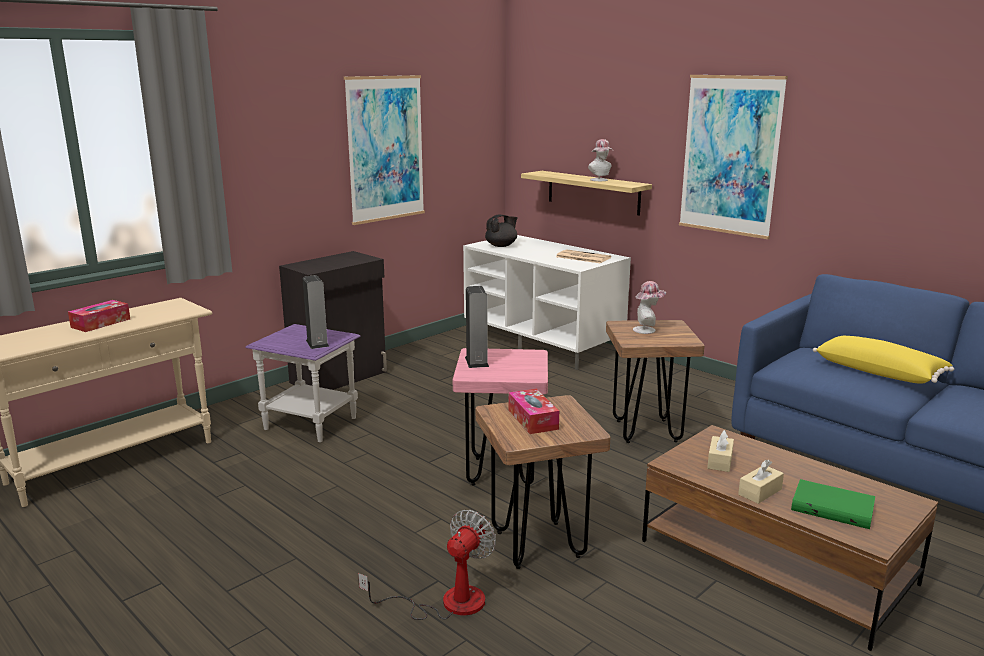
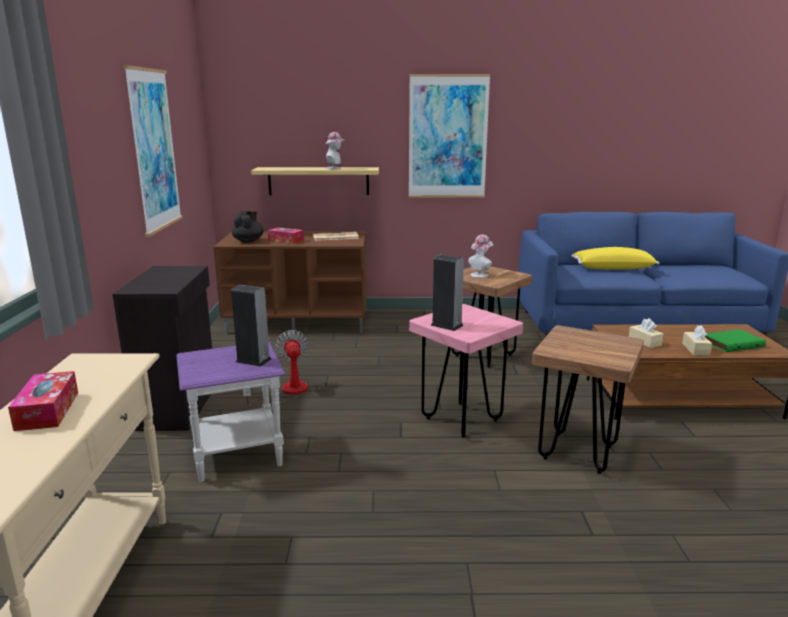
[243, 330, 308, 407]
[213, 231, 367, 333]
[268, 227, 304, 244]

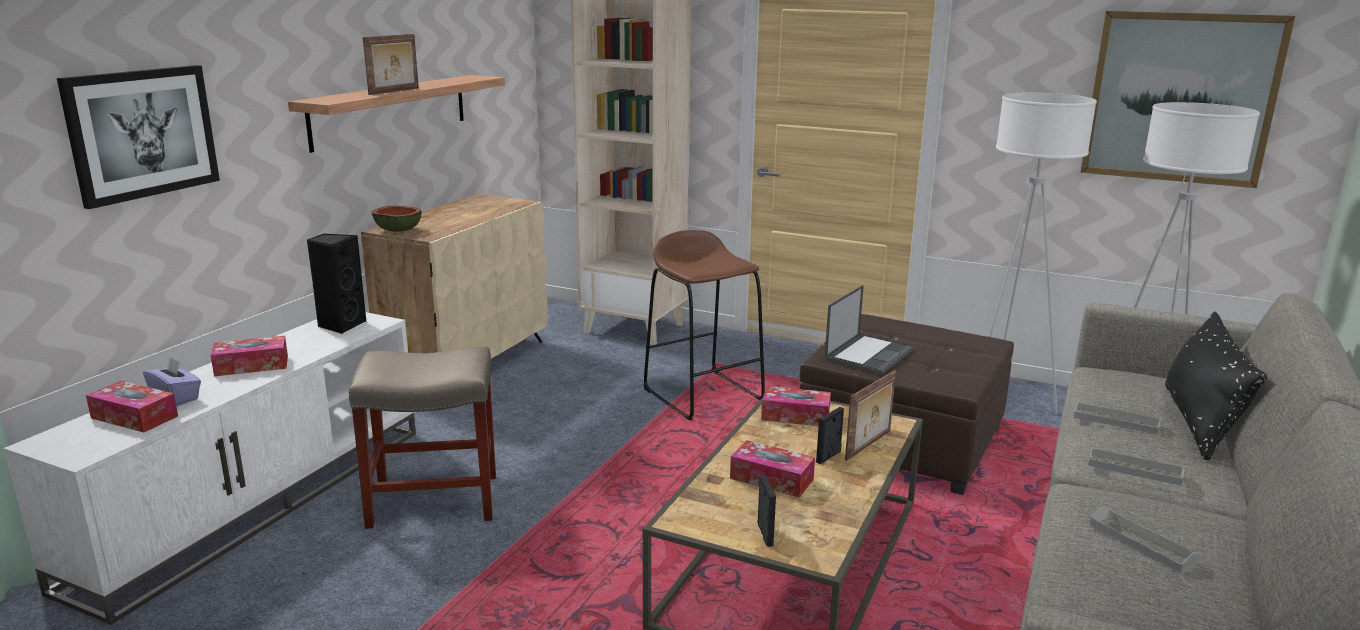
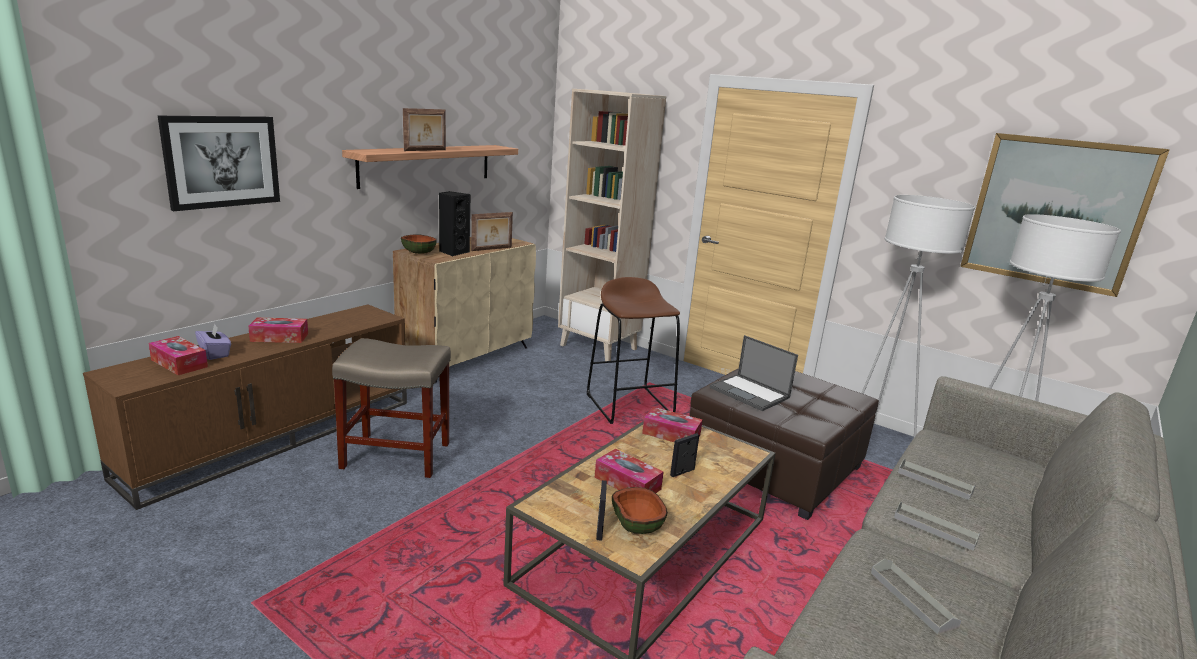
[83, 304, 407, 510]
[439, 191, 471, 256]
[709, 335, 798, 411]
[471, 212, 513, 251]
[1165, 312, 1267, 460] (first image)
[612, 487, 668, 534]

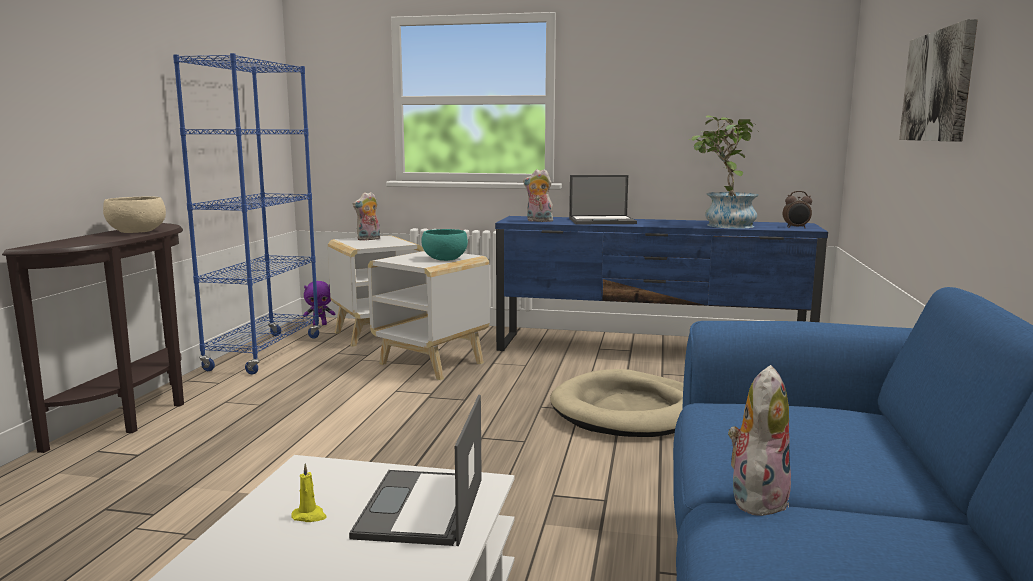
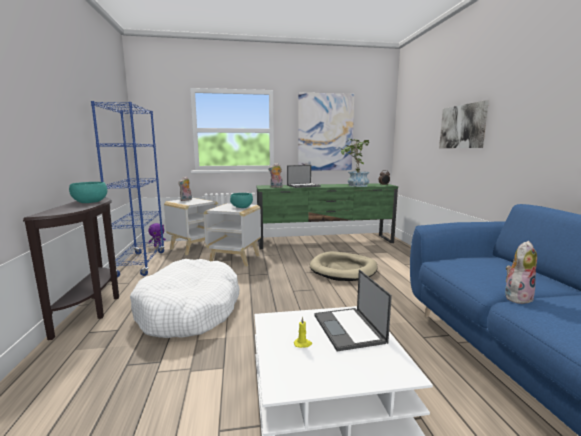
[69, 182, 107, 203]
[256, 183, 398, 249]
[505, 241, 537, 304]
[130, 259, 240, 338]
[298, 92, 355, 170]

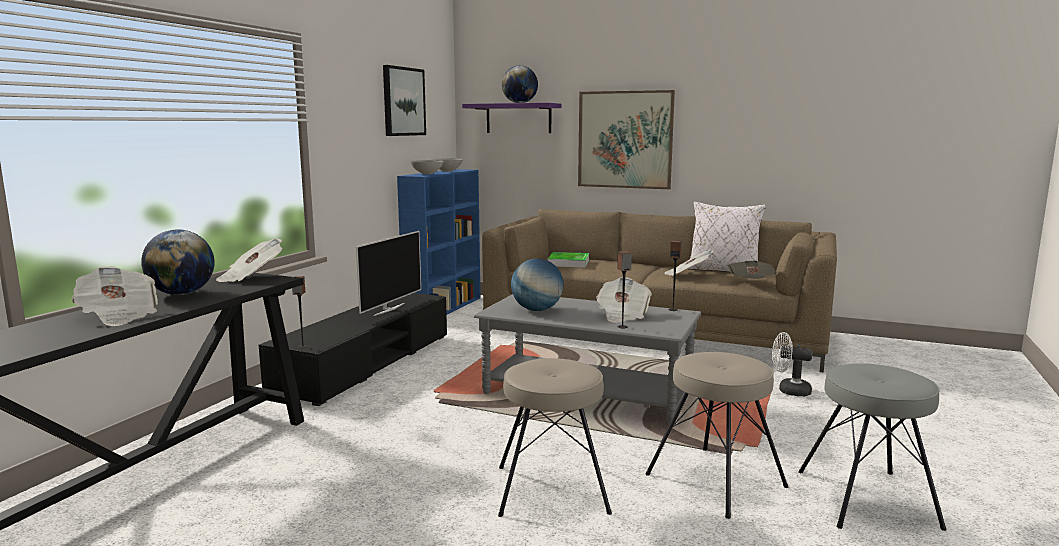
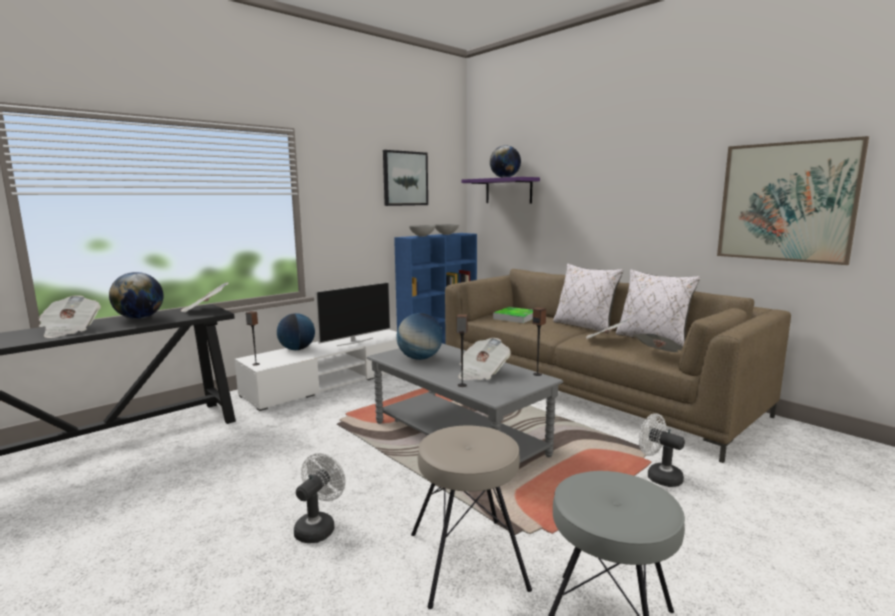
[235, 329, 399, 411]
[294, 453, 345, 543]
[717, 136, 869, 265]
[277, 313, 315, 350]
[553, 264, 623, 333]

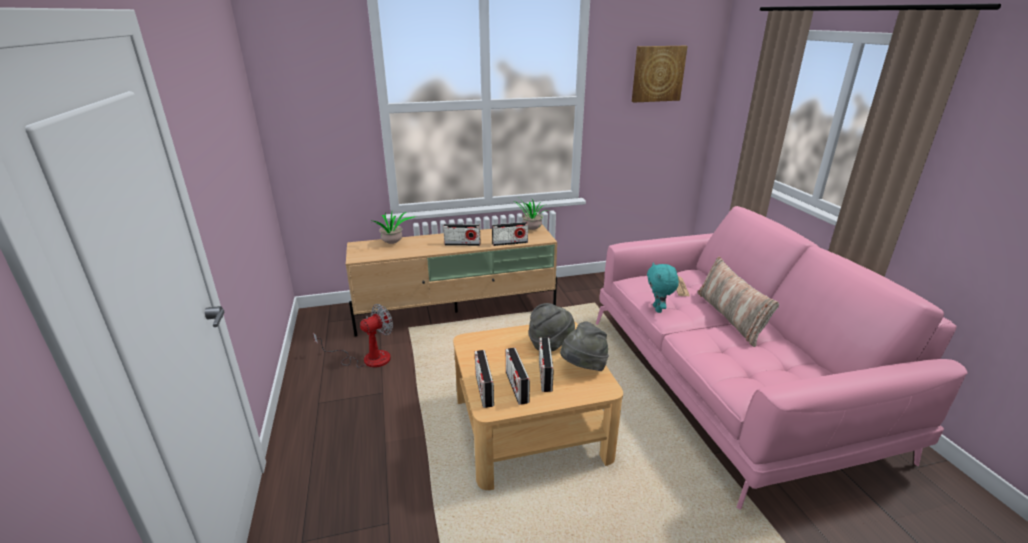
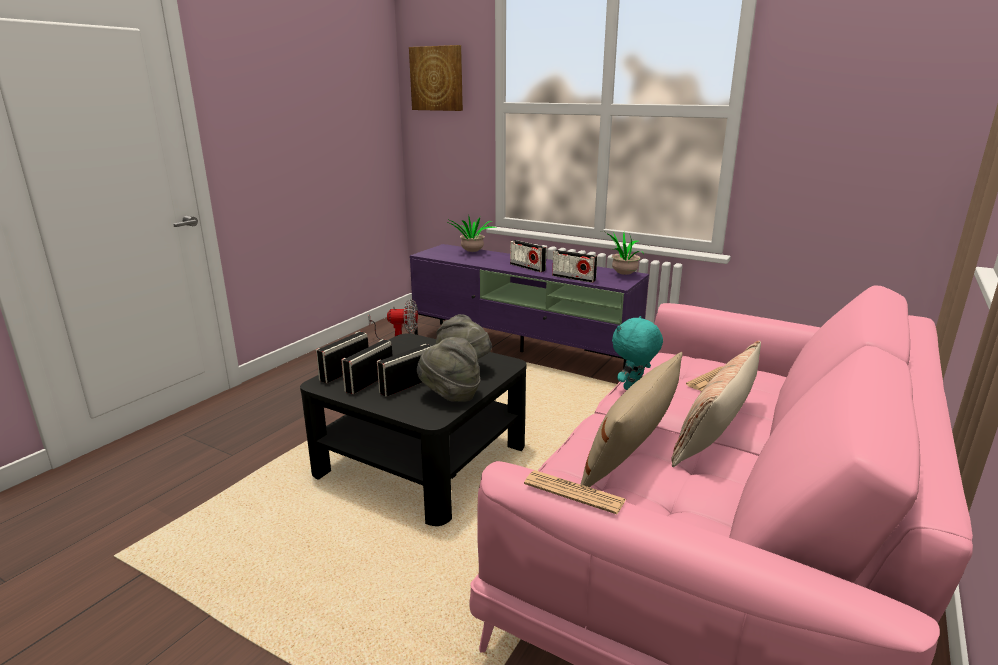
[410, 244, 649, 368]
[300, 333, 527, 526]
[409, 45, 463, 111]
[524, 470, 626, 514]
[580, 352, 682, 487]

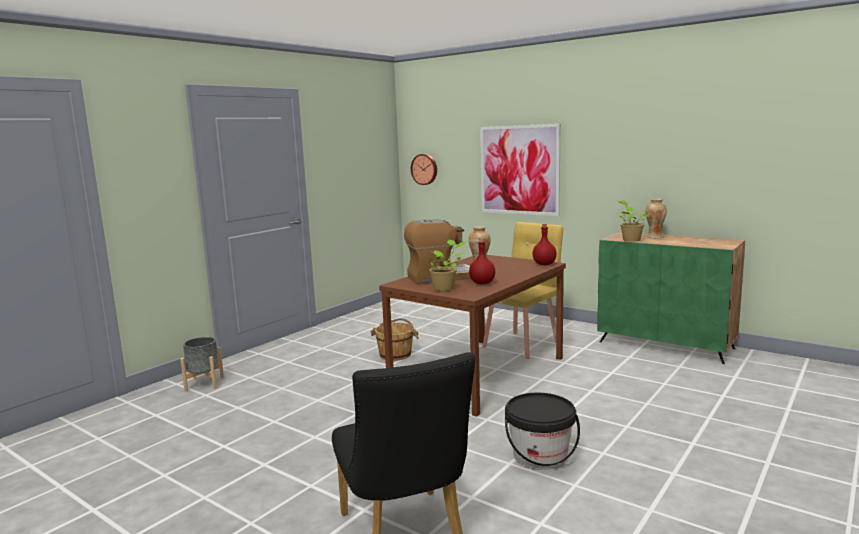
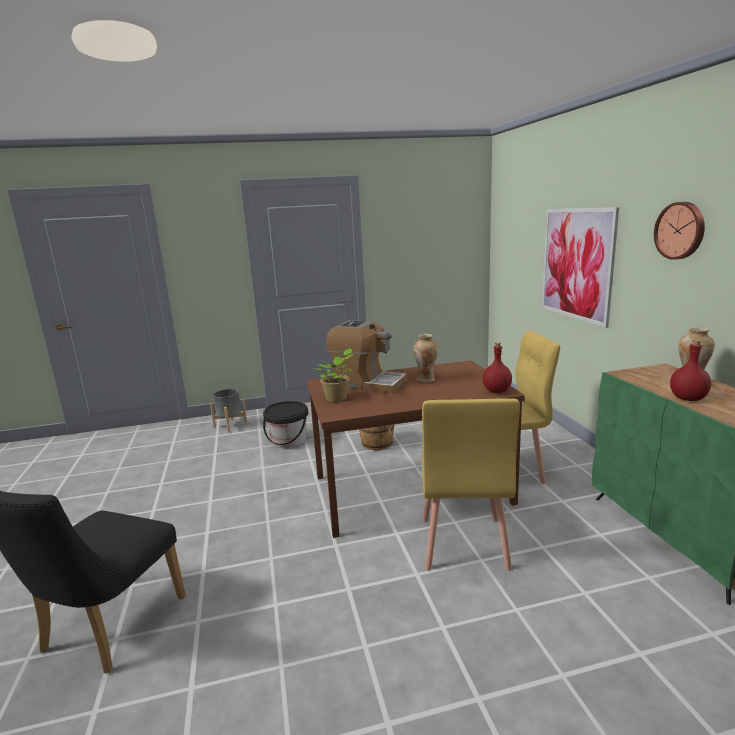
[654, 202, 705, 260]
[670, 339, 711, 401]
[263, 401, 308, 448]
[619, 200, 648, 242] (first image)
[422, 398, 520, 571]

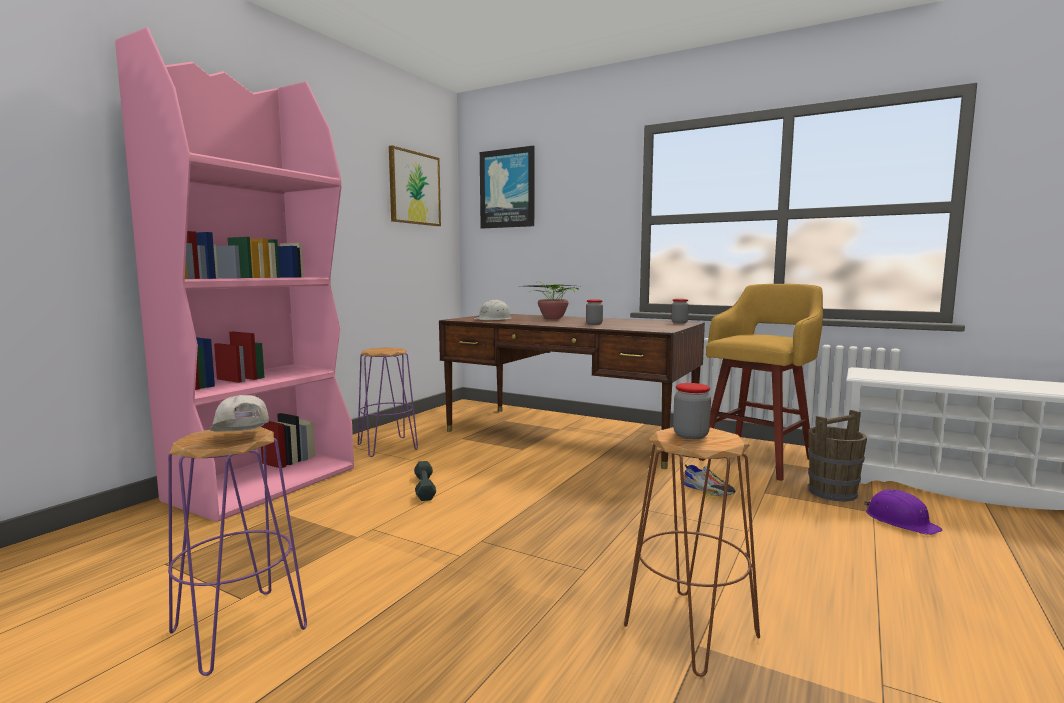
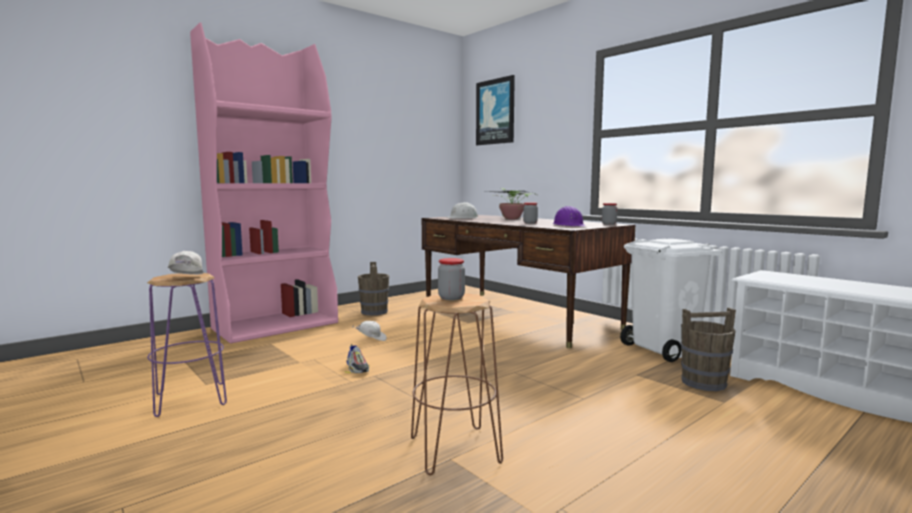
[358, 262, 389, 315]
[389, 145, 441, 226] (first image)
[353, 321, 387, 341]
[346, 344, 370, 374]
[620, 239, 722, 362]
[553, 206, 585, 226]

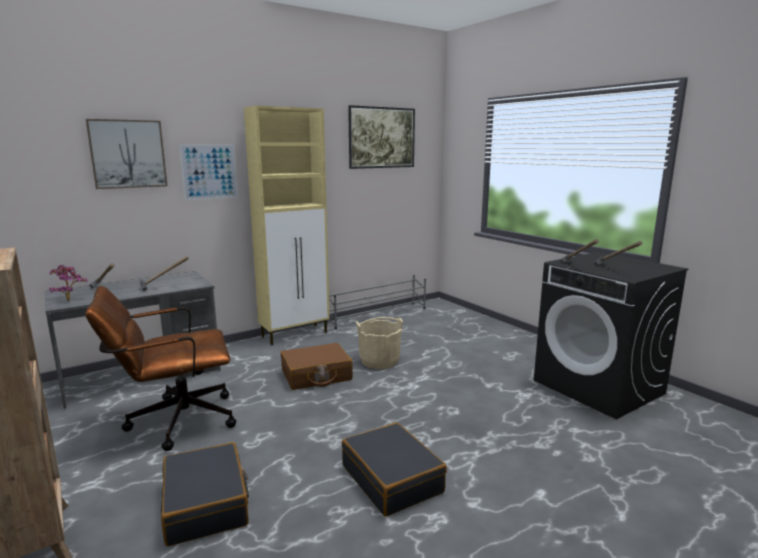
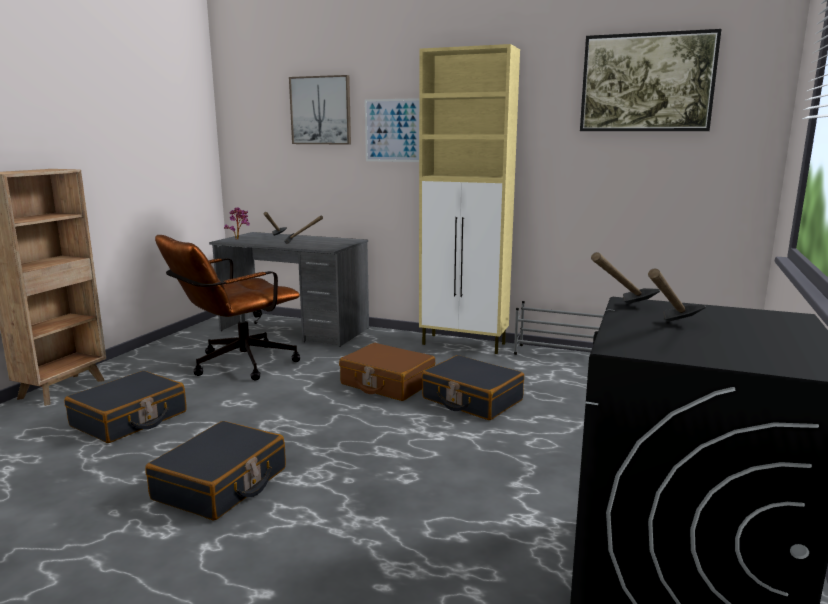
[155, 235, 300, 381]
[422, 355, 524, 420]

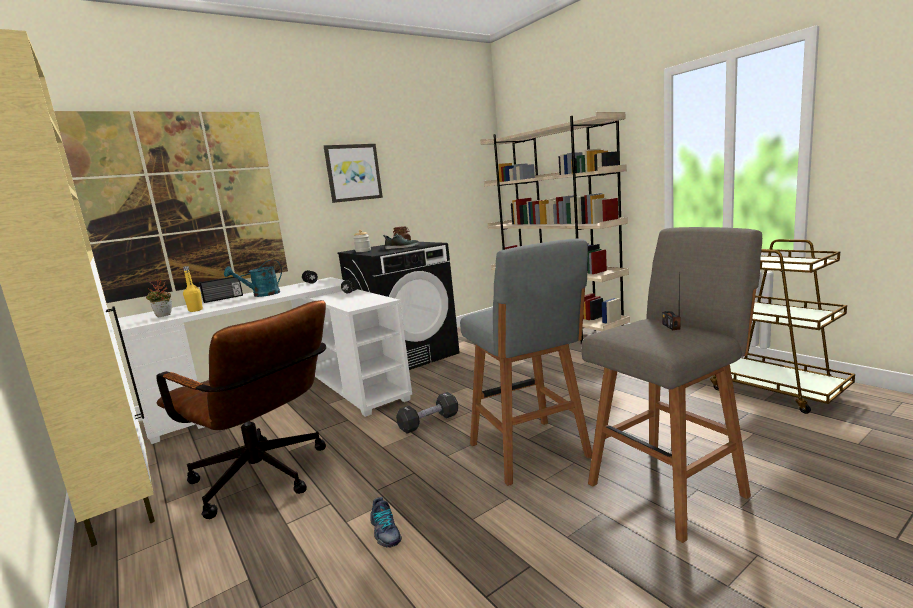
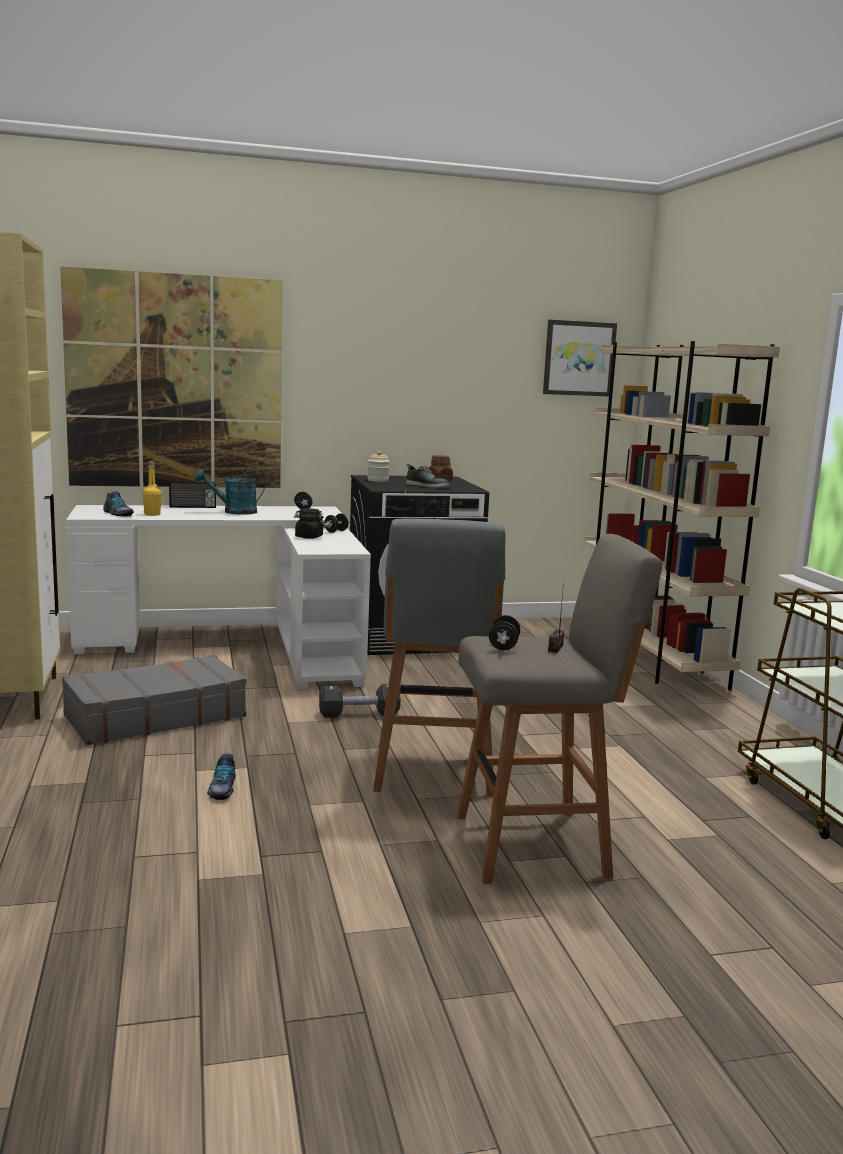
[103, 491, 134, 516]
[62, 655, 246, 745]
[543, 320, 617, 396]
[294, 508, 324, 539]
[489, 615, 520, 650]

